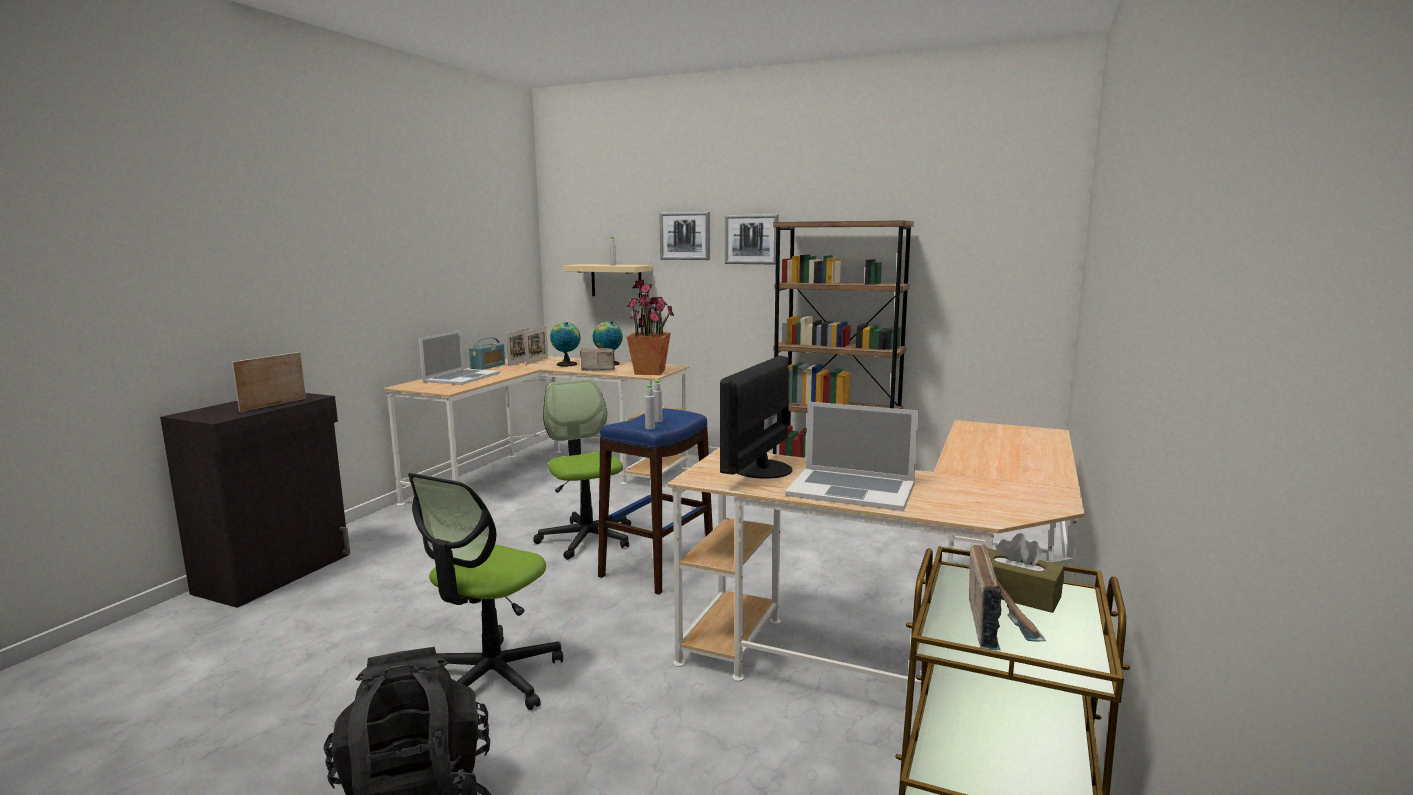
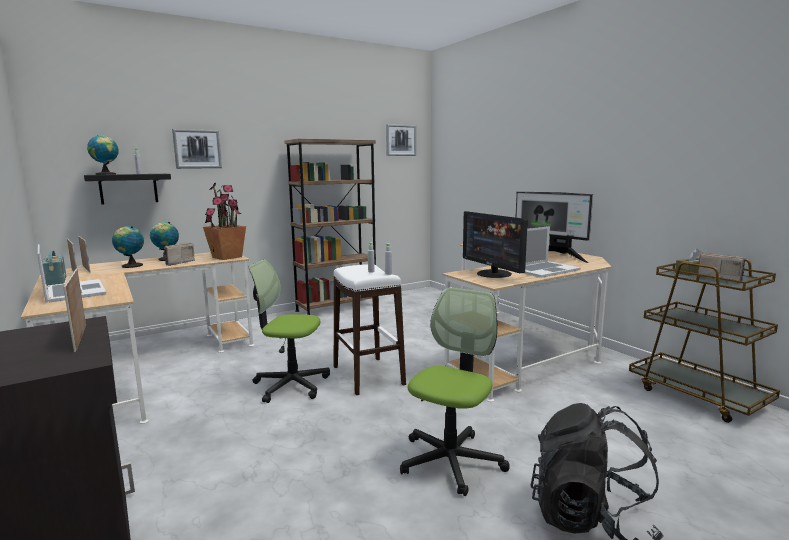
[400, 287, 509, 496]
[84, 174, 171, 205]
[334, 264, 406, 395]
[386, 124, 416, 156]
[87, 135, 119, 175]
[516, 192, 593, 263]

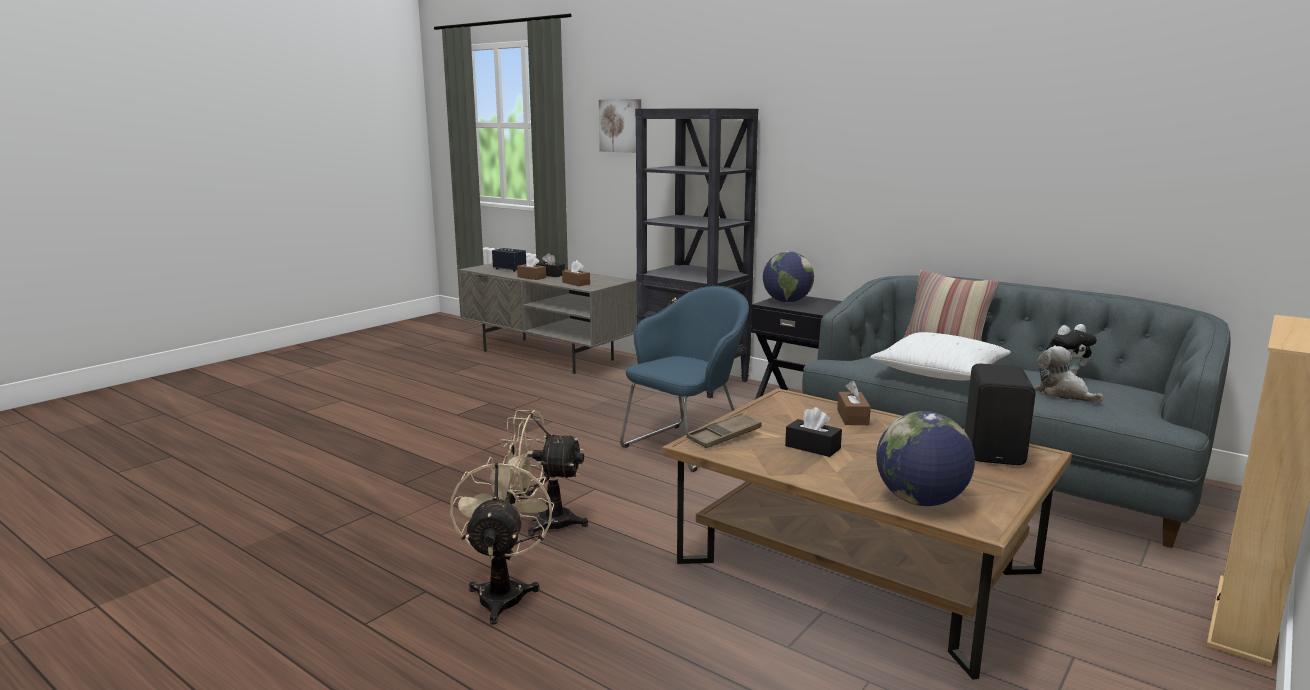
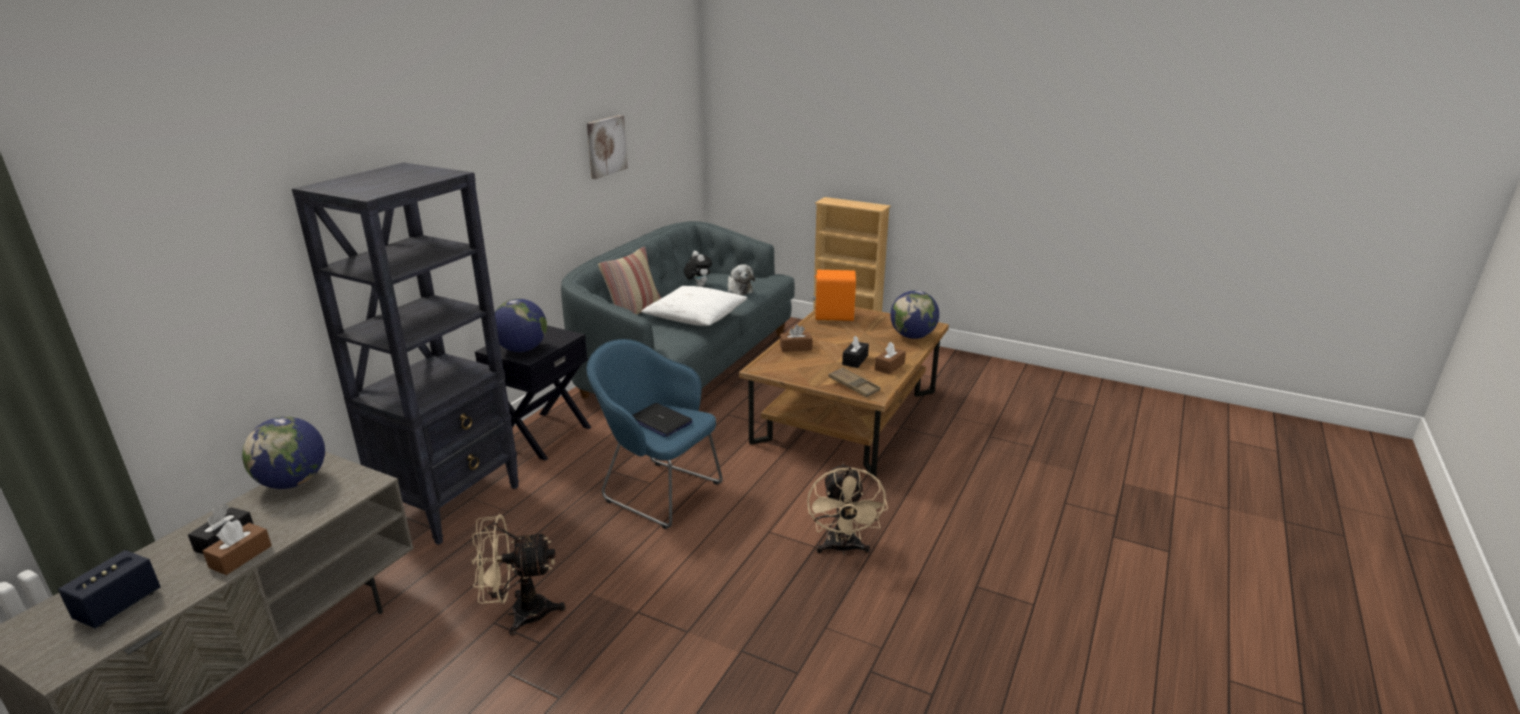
[471, 514, 565, 636]
[875, 342, 906, 374]
[587, 115, 628, 179]
[812, 270, 856, 321]
[727, 264, 755, 295]
[242, 417, 325, 489]
[632, 403, 693, 437]

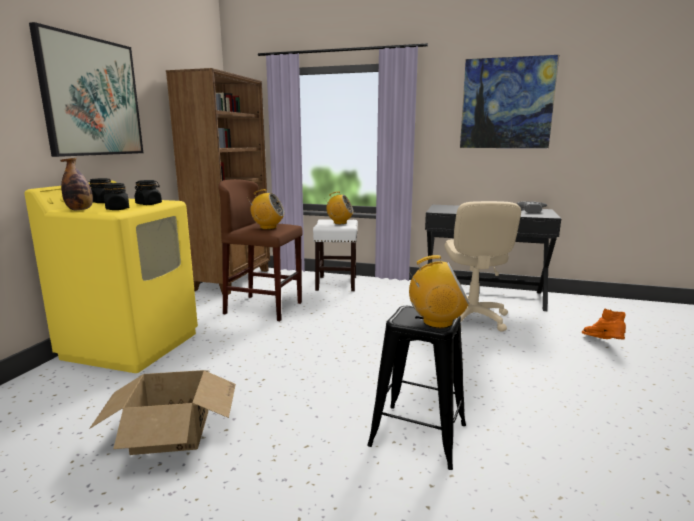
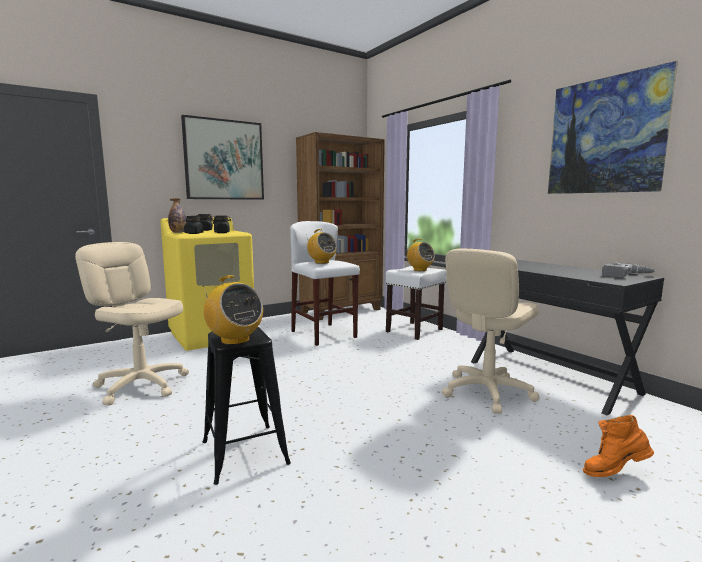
[75, 242, 189, 405]
[290, 221, 360, 346]
[583, 415, 654, 477]

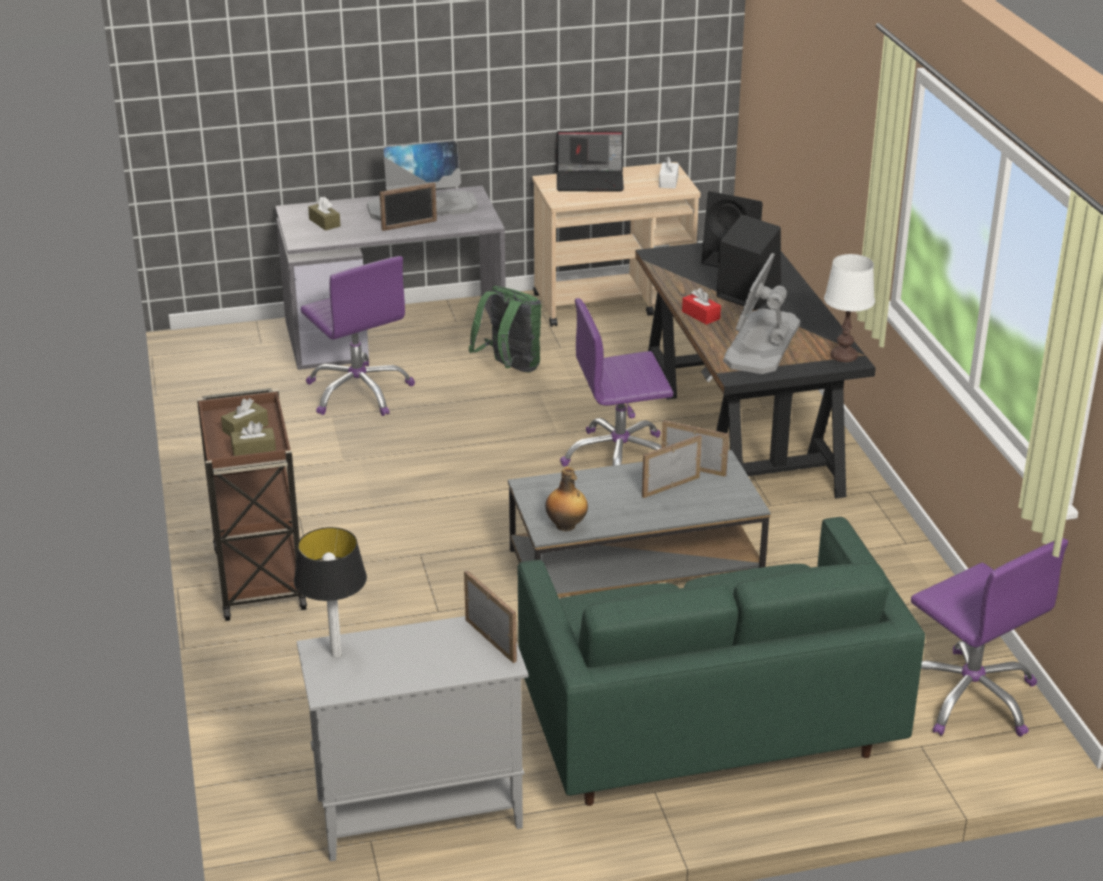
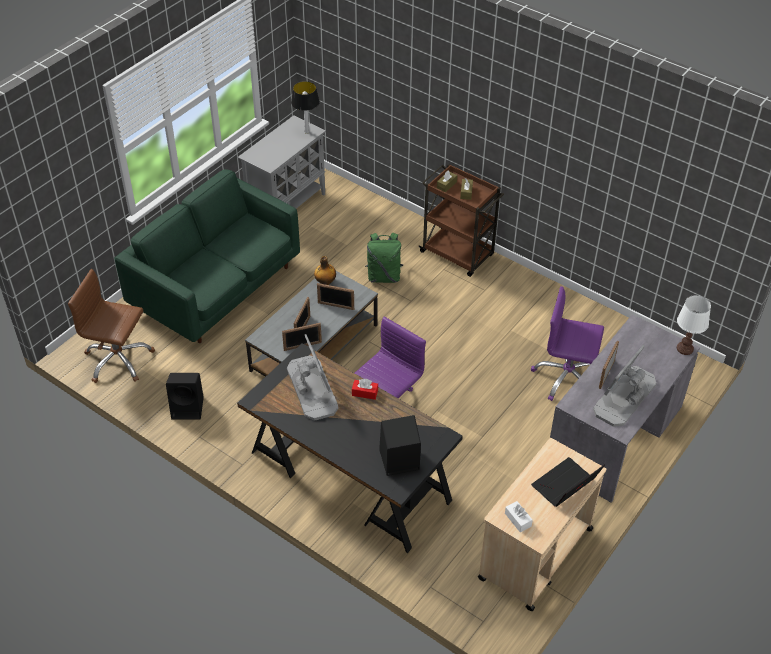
[308, 197, 340, 231] (first image)
[317, 283, 354, 310]
[365, 232, 403, 283]
[166, 373, 204, 420]
[677, 295, 711, 355]
[68, 269, 155, 383]

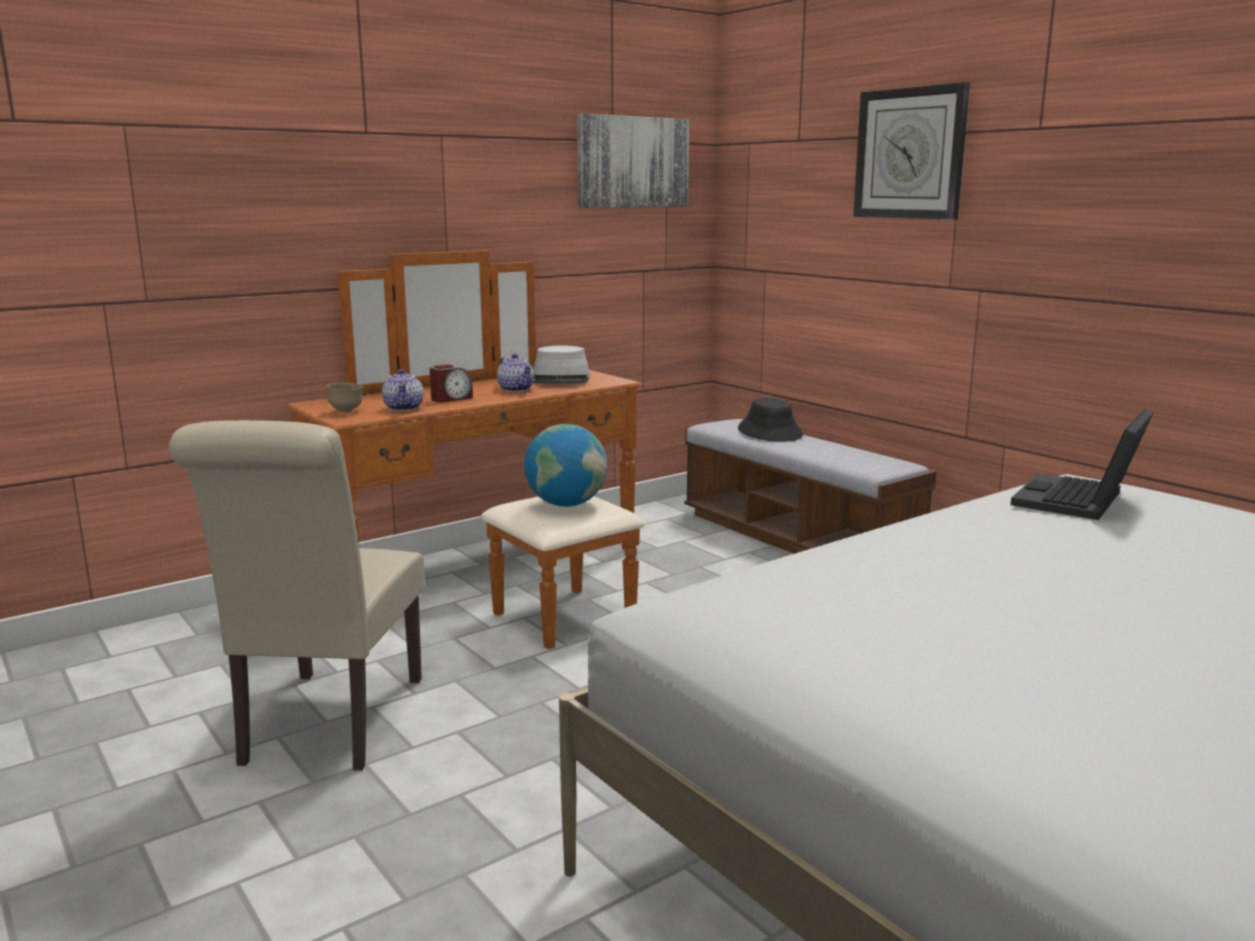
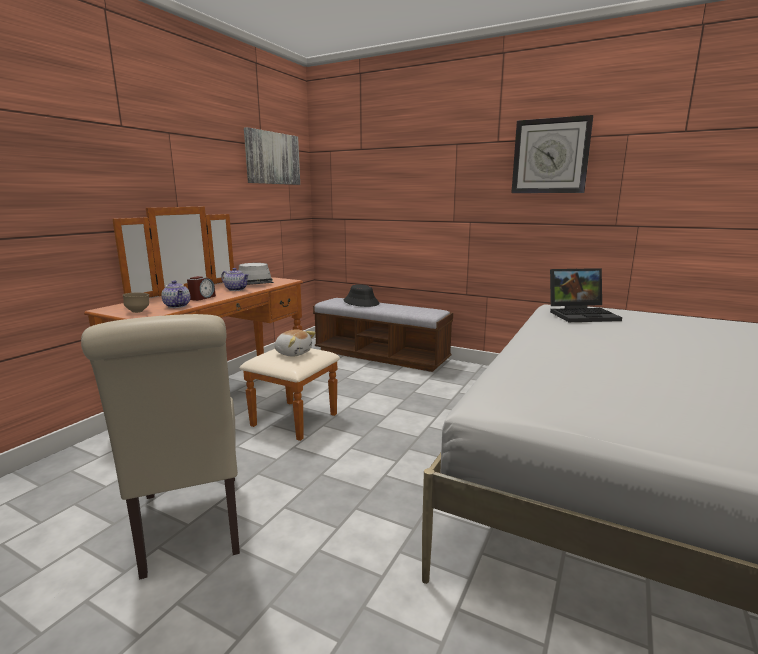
[274, 329, 316, 356]
[511, 115, 593, 193]
[550, 268, 622, 322]

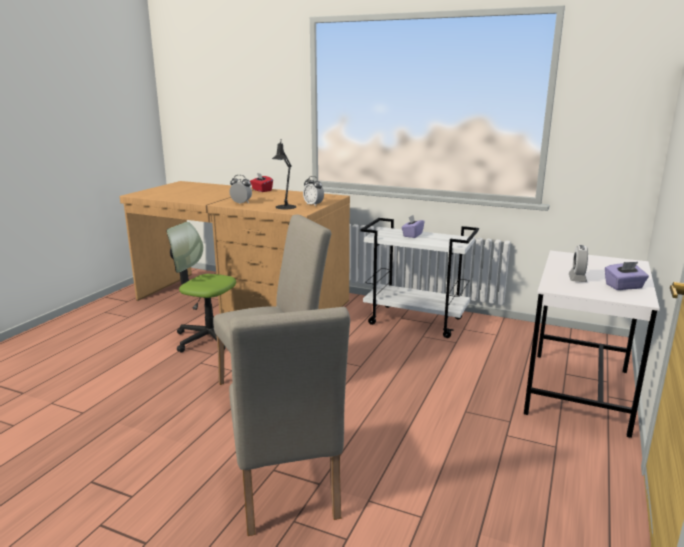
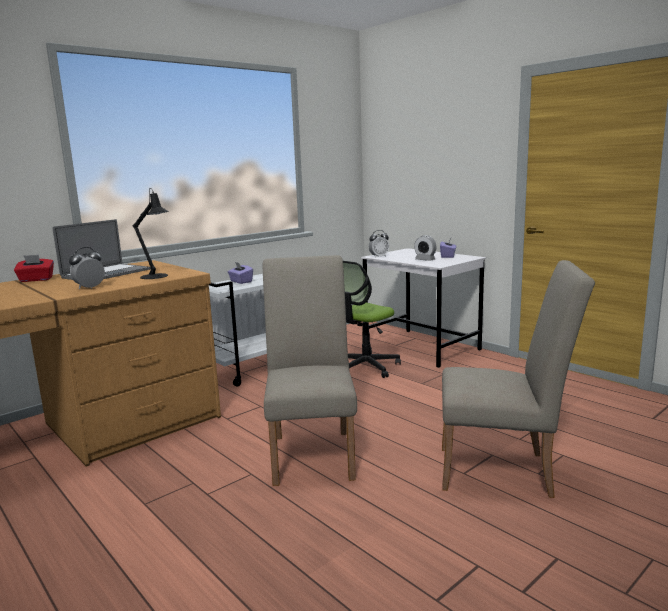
[343, 261, 401, 378]
[369, 230, 389, 258]
[53, 219, 151, 280]

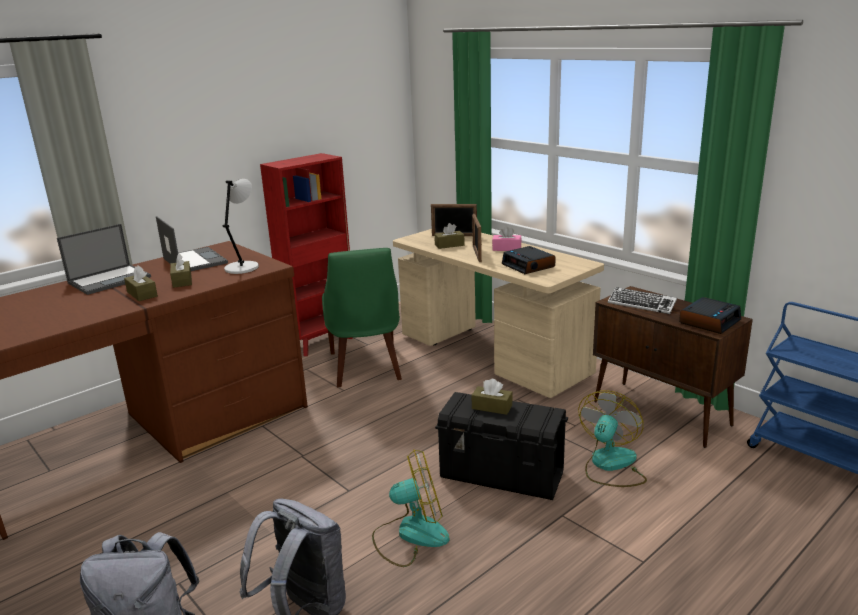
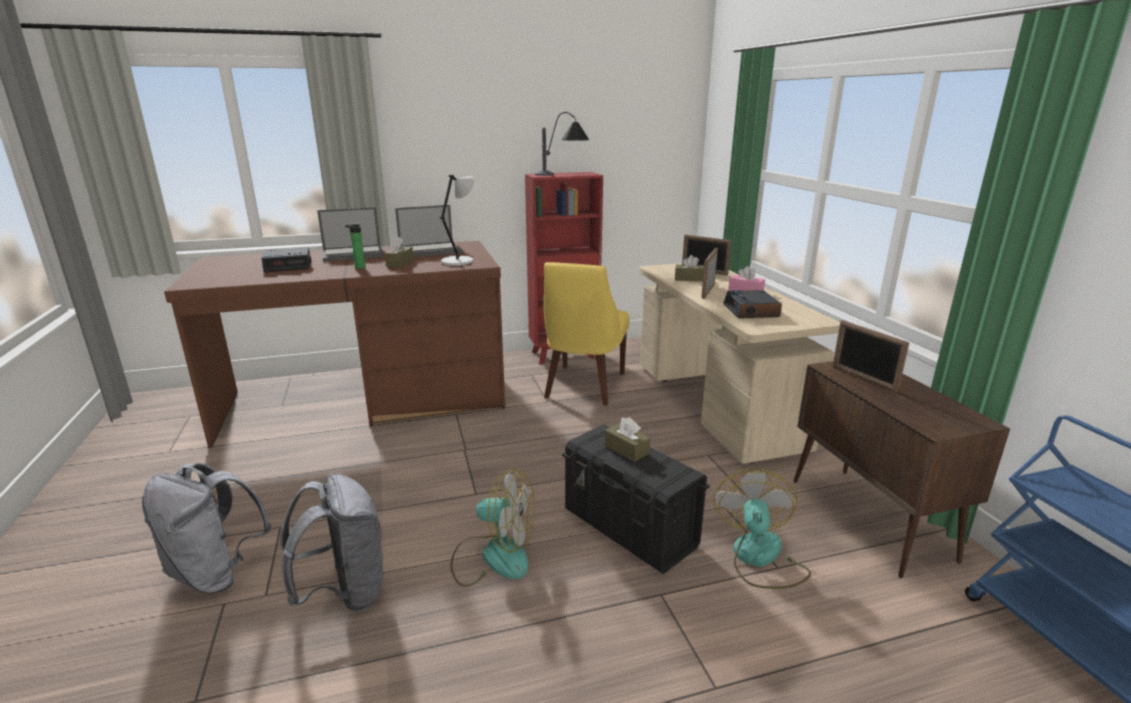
[345, 223, 365, 269]
[395, 205, 463, 257]
[544, 262, 629, 406]
[714, 469, 811, 589]
[832, 320, 910, 393]
[261, 248, 312, 272]
[535, 112, 589, 176]

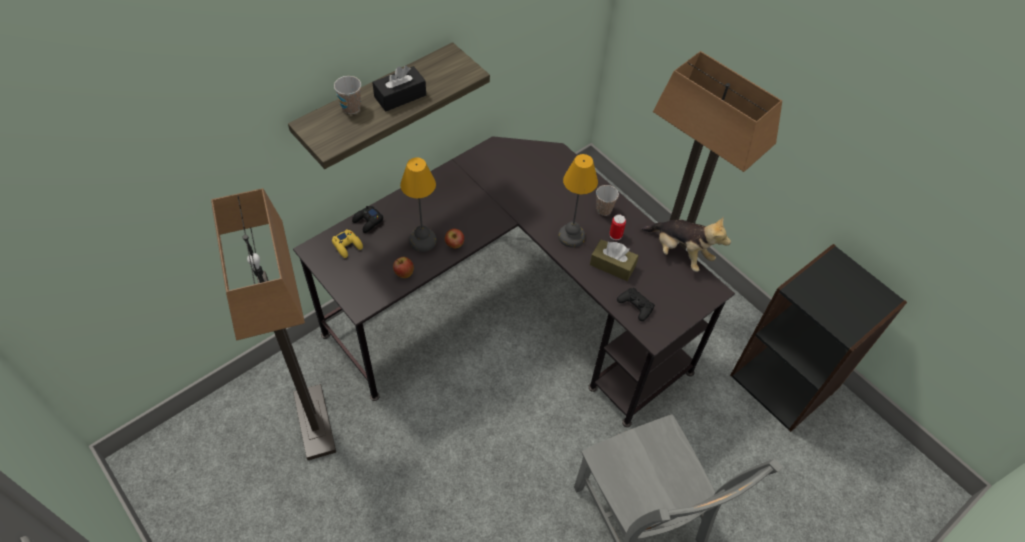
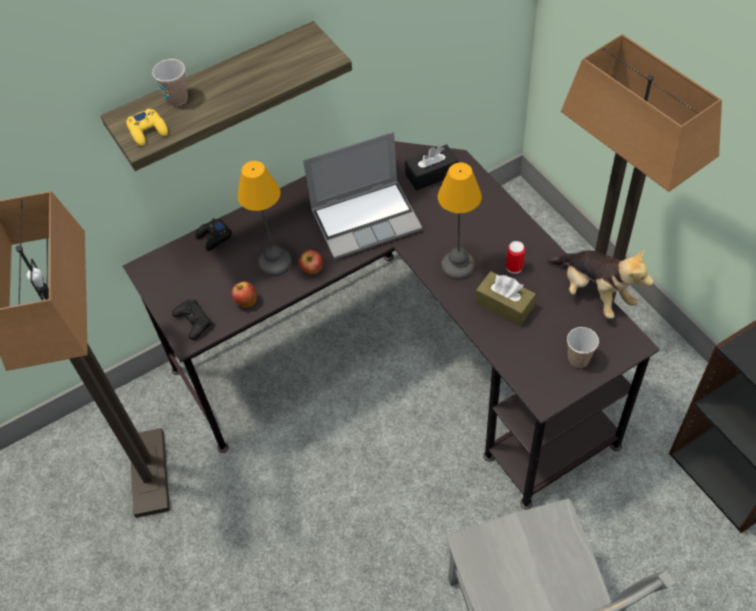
[126, 108, 168, 146]
[405, 144, 459, 190]
[567, 327, 599, 368]
[172, 300, 213, 340]
[303, 132, 422, 259]

